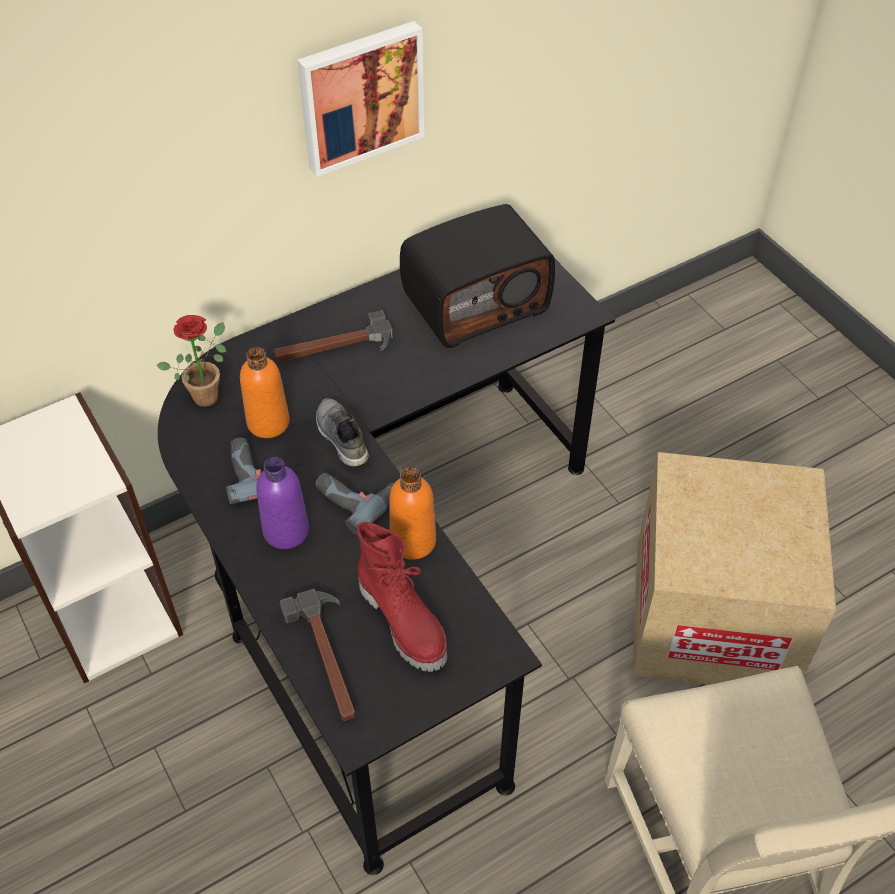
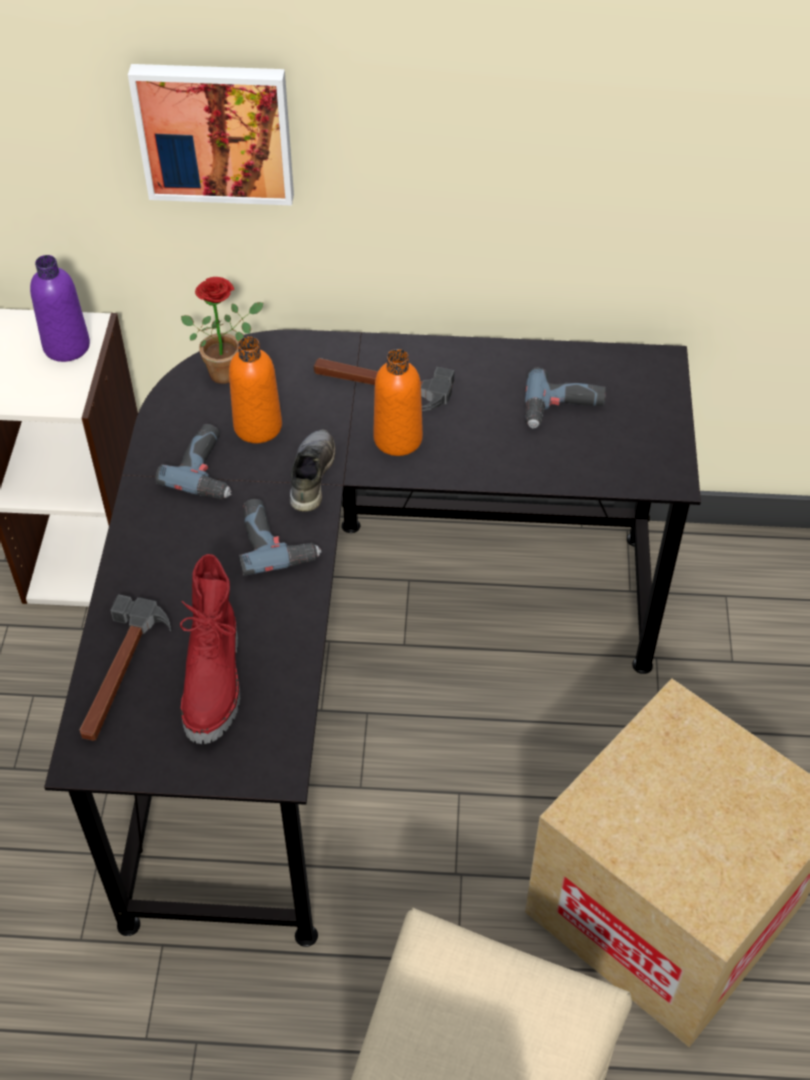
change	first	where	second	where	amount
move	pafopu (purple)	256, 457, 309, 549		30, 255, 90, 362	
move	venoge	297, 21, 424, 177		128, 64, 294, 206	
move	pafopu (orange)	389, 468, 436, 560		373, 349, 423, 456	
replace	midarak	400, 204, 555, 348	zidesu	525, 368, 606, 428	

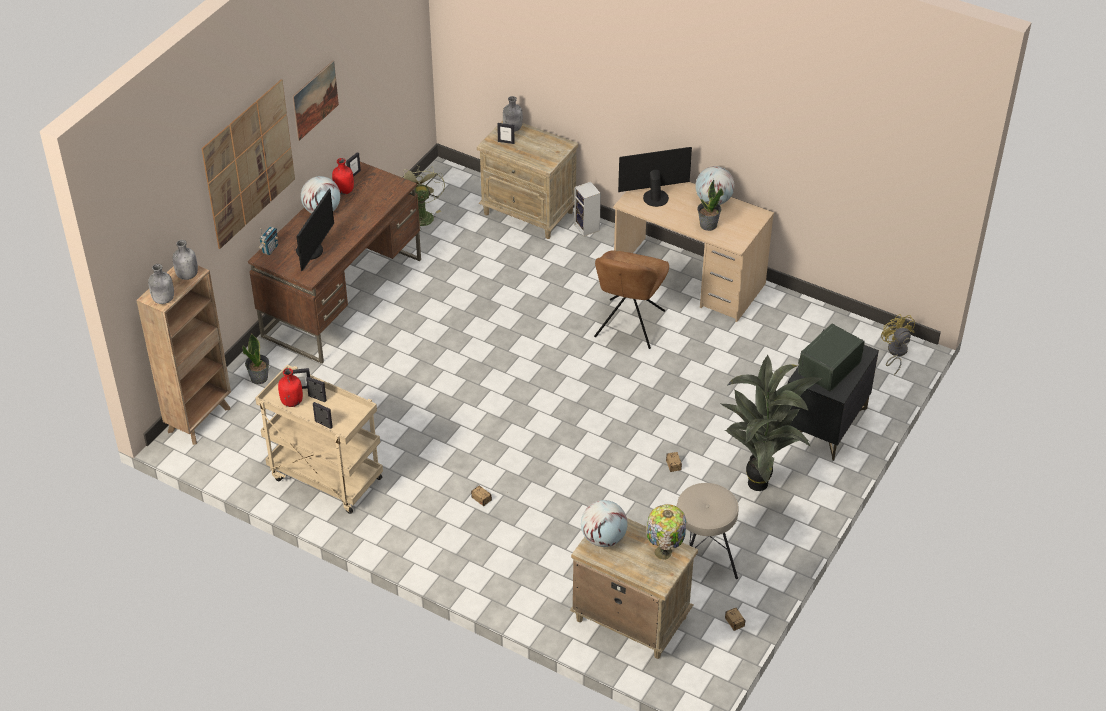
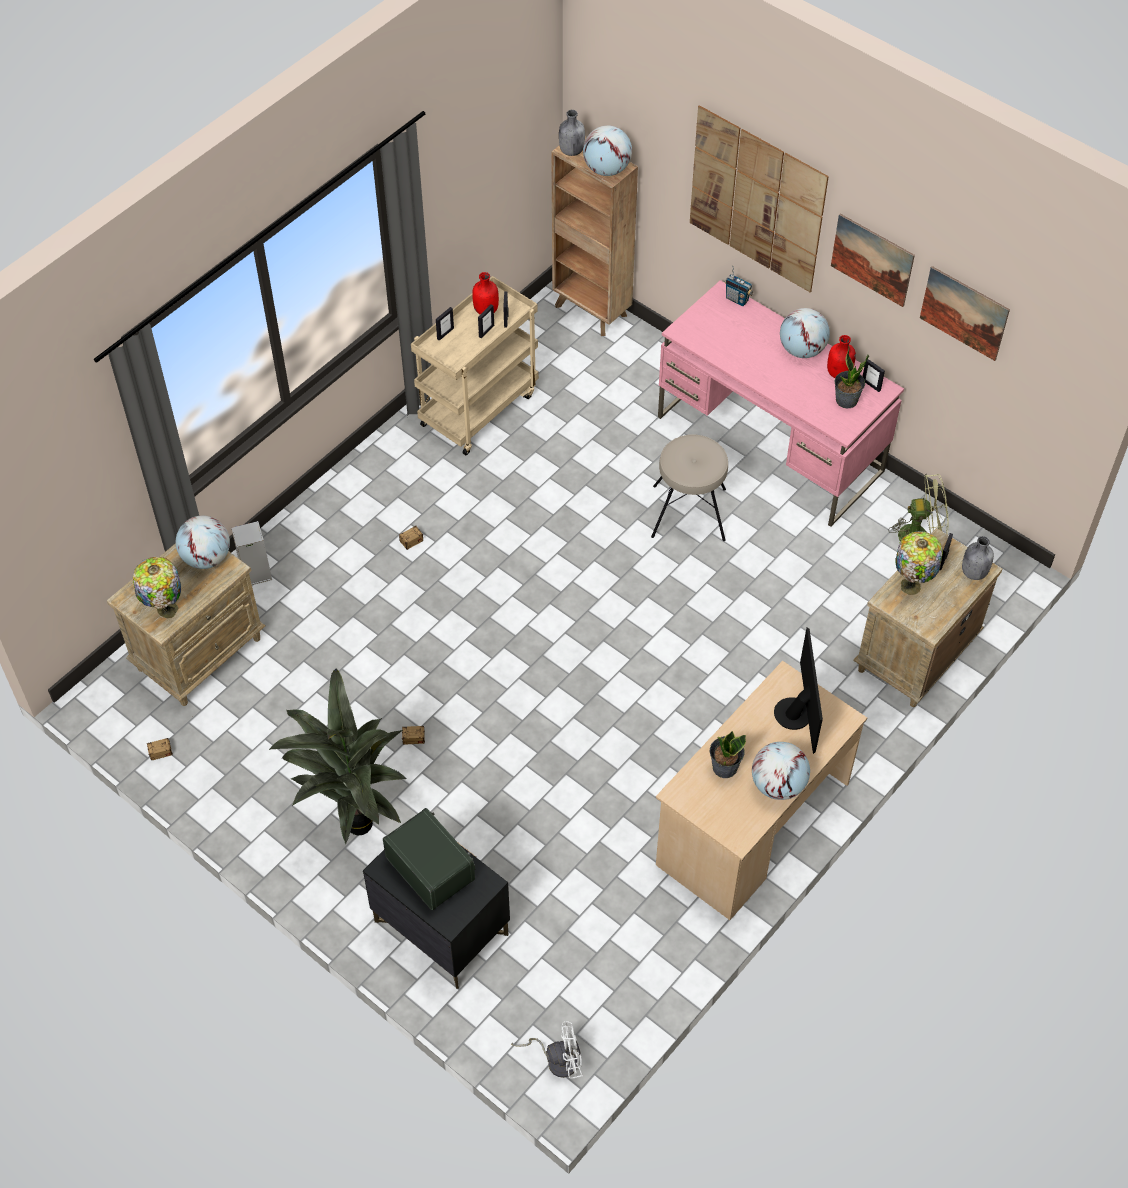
change	first	where	second	where	amount
replace	pafopu (grey)	173, 240, 198, 280	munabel	583, 125, 632, 176	
move	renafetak	242, 334, 269, 384		835, 347, 869, 408	
recolor	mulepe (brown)	248, 162, 421, 364	mulepe (pink)	658, 280, 904, 527	
delete	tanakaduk	296, 189, 334, 271			
move	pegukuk	574, 182, 601, 236		231, 521, 272, 585	
delete	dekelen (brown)	594, 250, 669, 349			
move	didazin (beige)	677, 483, 738, 579		651, 434, 728, 541	
recolor	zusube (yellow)	881, 314, 915, 375	zusube (white)	511, 1021, 583, 1079	
insert			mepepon	895, 531, 943, 595	
insert			venoge	920, 266, 1010, 361	

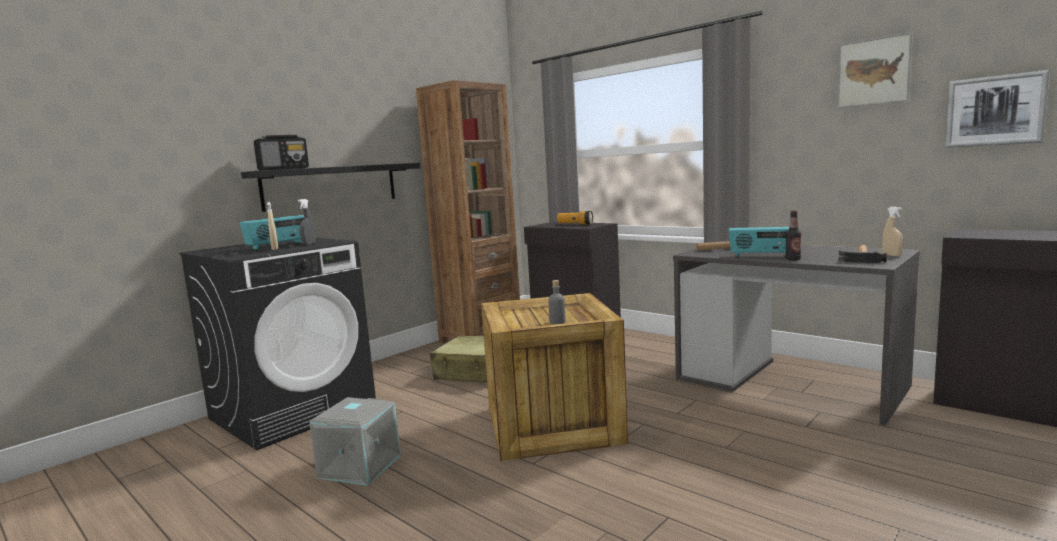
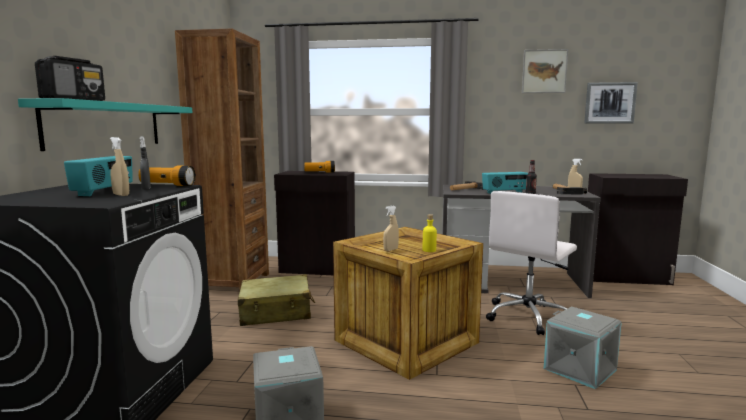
change	first	where	second	where	amount
recolor	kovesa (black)	241, 163, 421, 212	kovesa (turquoise)	18, 98, 192, 151	
recolor	pafopu (grey)	548, 280, 565, 324	pafopu (yellow)	423, 214, 437, 252	
insert			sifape	138, 166, 196, 186	
insert			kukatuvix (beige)	383, 206, 399, 251	
insert			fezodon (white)	486, 191, 577, 335	
insert			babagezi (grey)	544, 307, 622, 389	

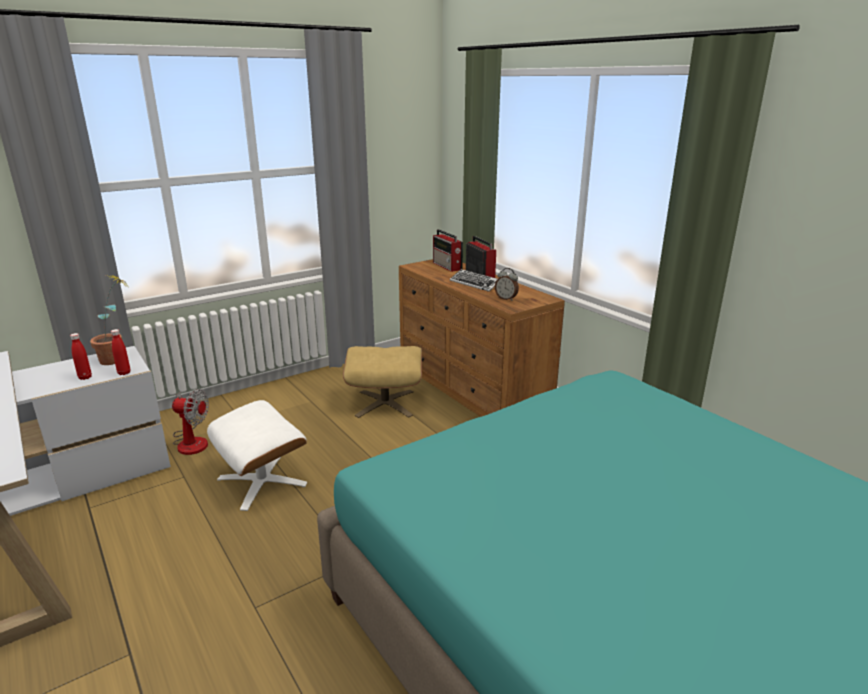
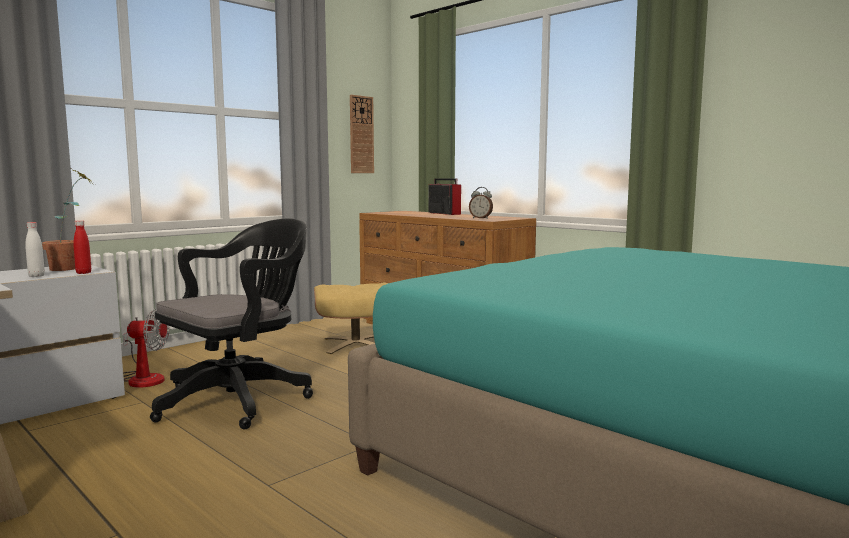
change	first	where	second	where	amount
recolor	pafopu (red)	70, 333, 92, 380	pafopu (white)	25, 222, 45, 277	
replace	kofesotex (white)	207, 400, 307, 511	fezodon (black)	150, 218, 313, 429	
delete	midarak	433, 229, 463, 272			
delete	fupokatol	450, 269, 497, 292			
insert			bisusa	350, 95, 374, 173	

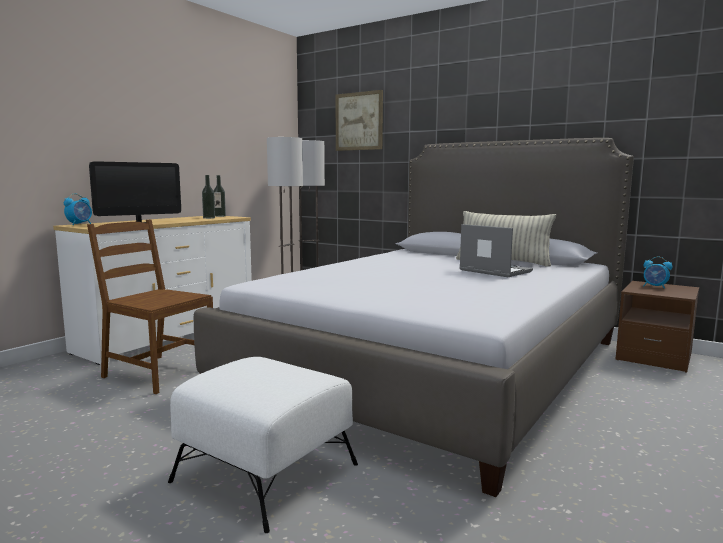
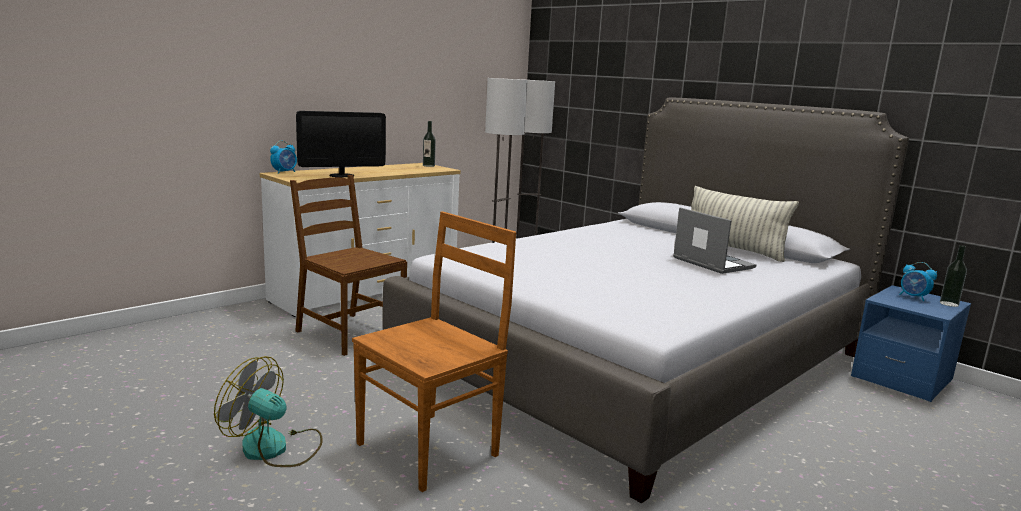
change	first	where	second	where	amount
replace	kofesotex (white)	168, 357, 358, 533	dekelen (brown)	352, 212, 516, 492	
move	pafopu	202, 175, 215, 219		940, 245, 967, 307	
delete	venoge	336, 90, 383, 151			
recolor	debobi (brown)	616, 281, 699, 372	debobi (blue)	851, 285, 971, 402	
insert			zusube	214, 356, 323, 467	

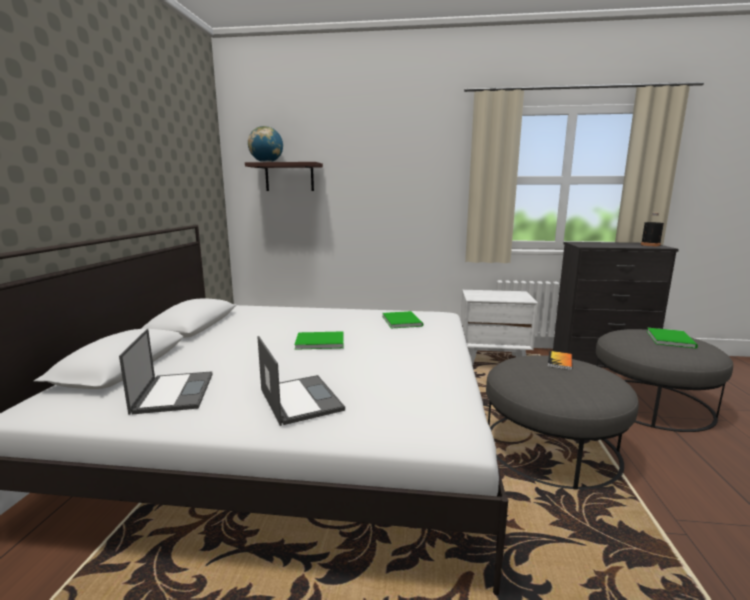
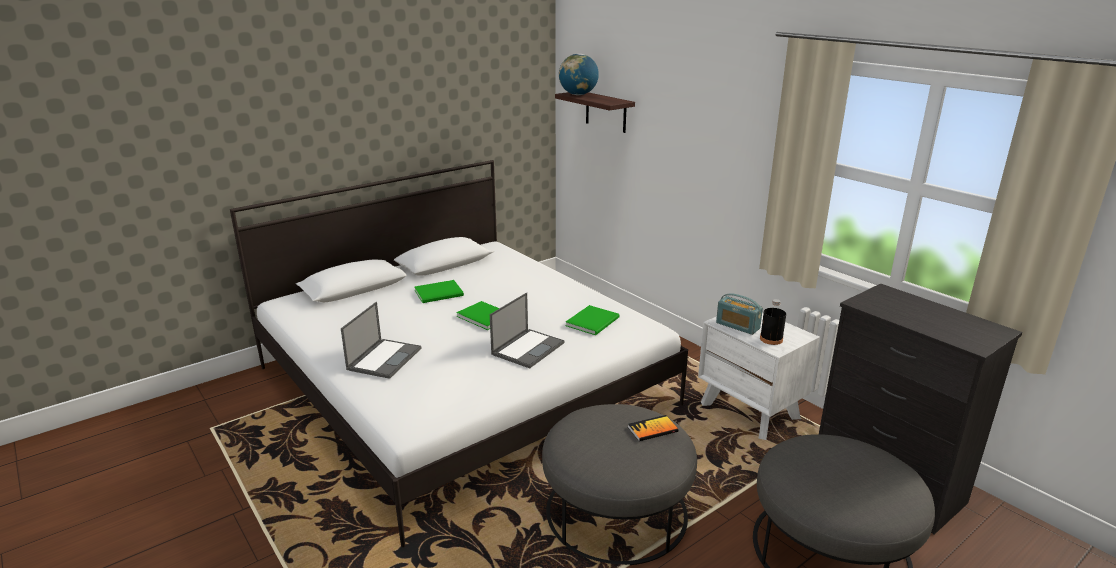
change	first	where	second	where	amount
move	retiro	119, 329, 213, 415		490, 292, 565, 368	
move	pafopu (black)	641, 213, 664, 246		760, 299, 786, 345	
move	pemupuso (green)	647, 327, 698, 348		415, 280, 464, 303	
insert			midarak	716, 293, 763, 335	

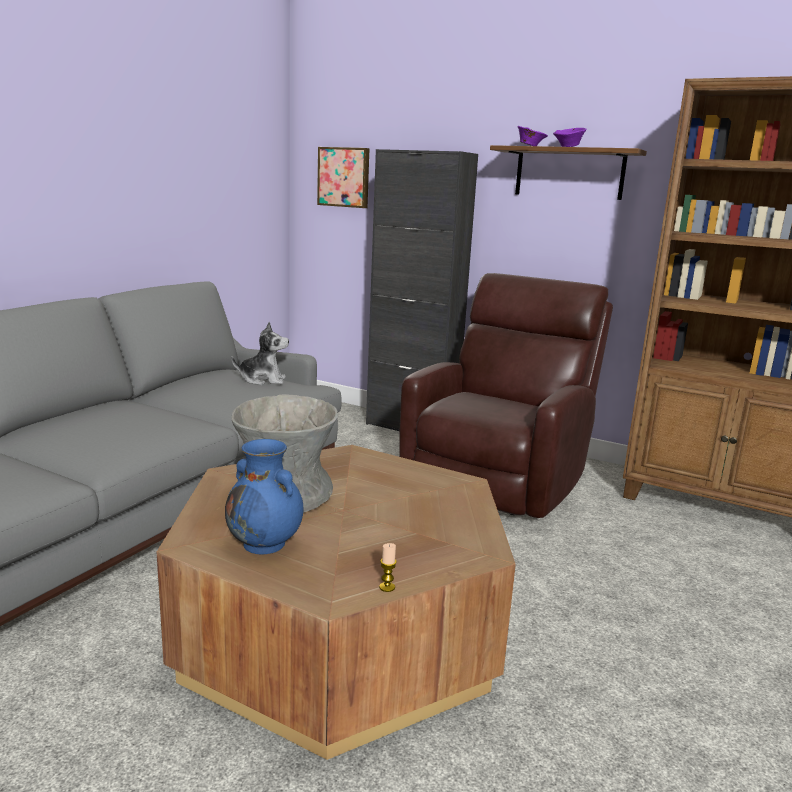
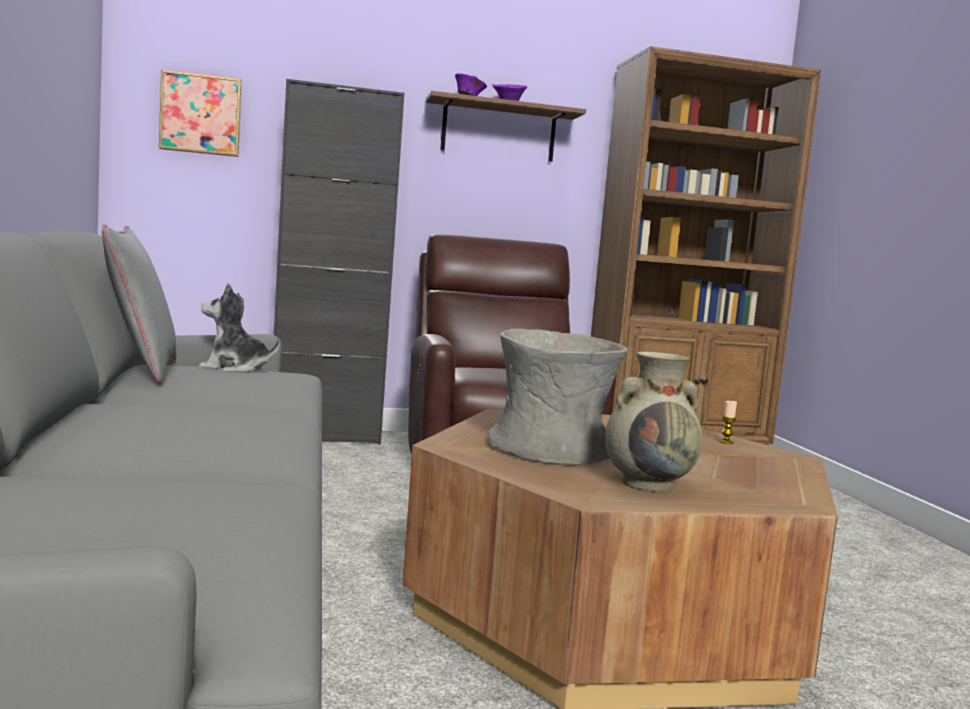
change	first	where	second	where	amount
recolor	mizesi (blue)	225, 439, 303, 554	mizesi (beige)	605, 351, 702, 492	
rotate	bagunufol	232, 322, 289, 385		198, 283, 280, 372	135 degrees counterclockwise
move	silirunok	379, 543, 397, 592		719, 401, 737, 444	
insert			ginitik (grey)	102, 224, 176, 384	

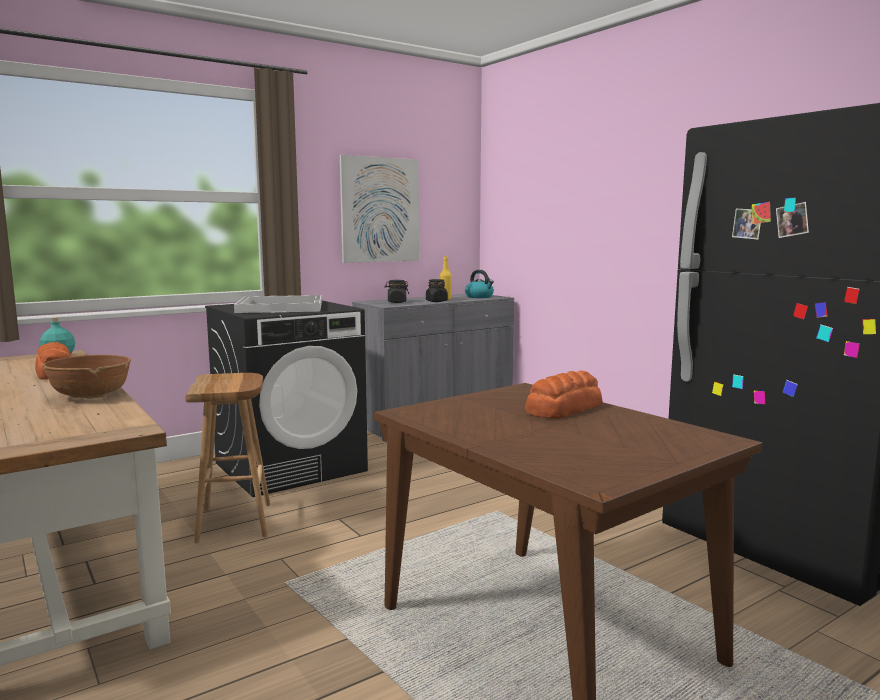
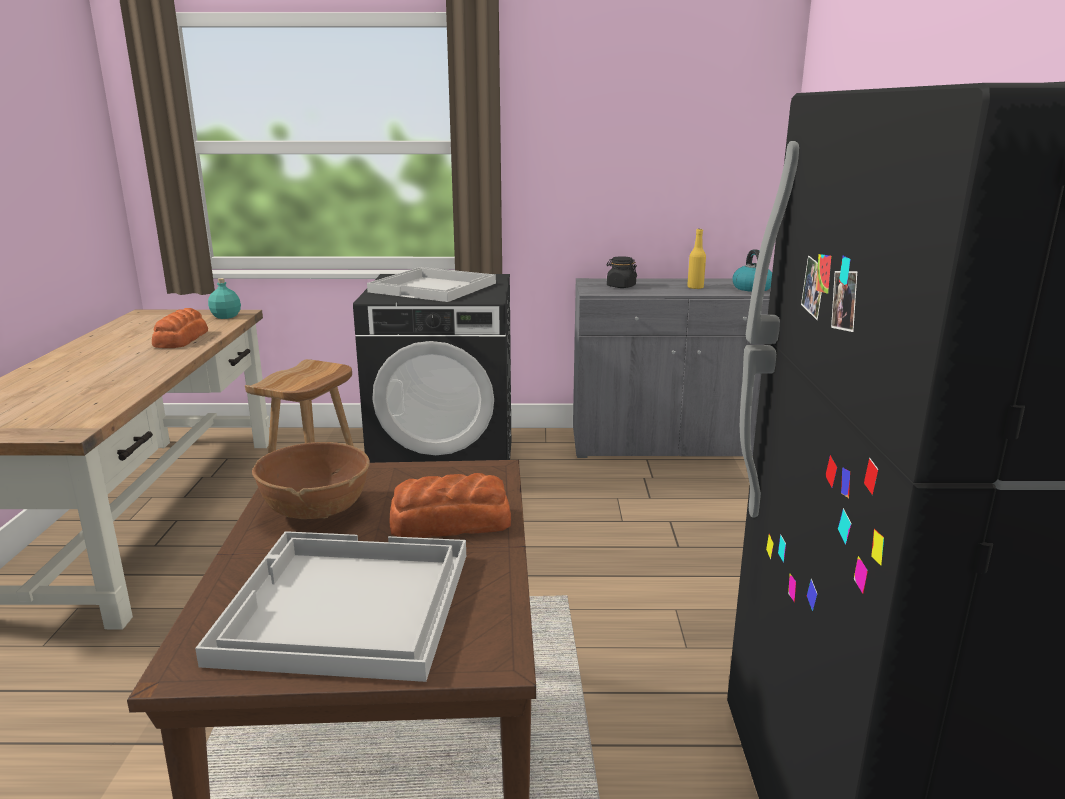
change	first	where	second	where	amount
move	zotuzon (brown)	42, 355, 131, 399		252, 442, 370, 519	
delete	venoge	340, 155, 419, 263			
delete	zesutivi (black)	426, 279, 448, 302			
insert			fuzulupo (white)	195, 531, 466, 682	

